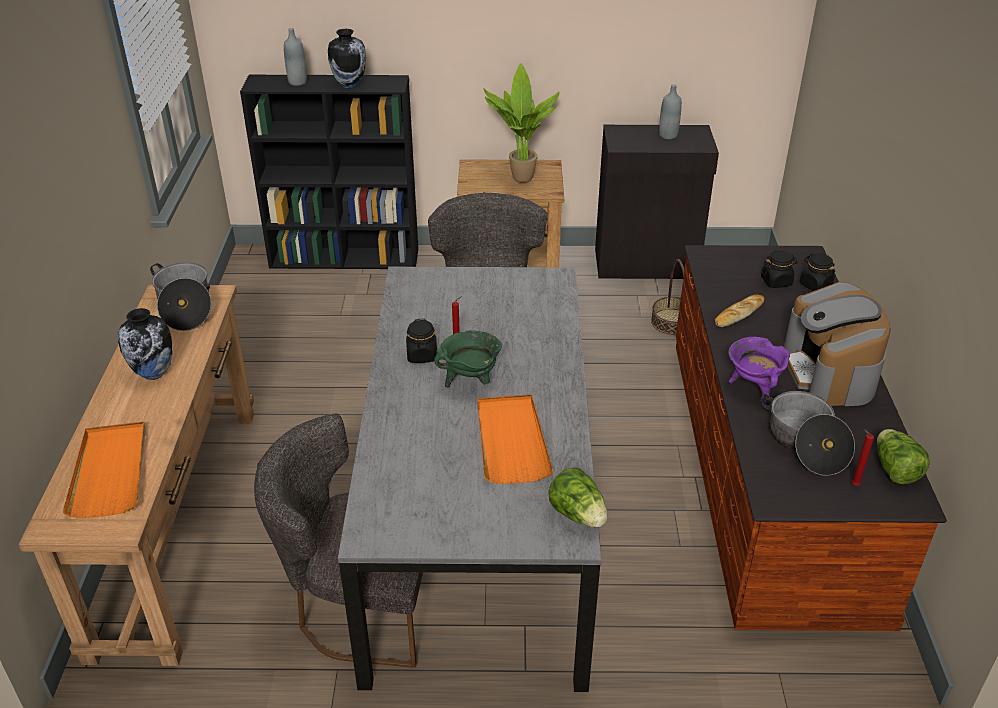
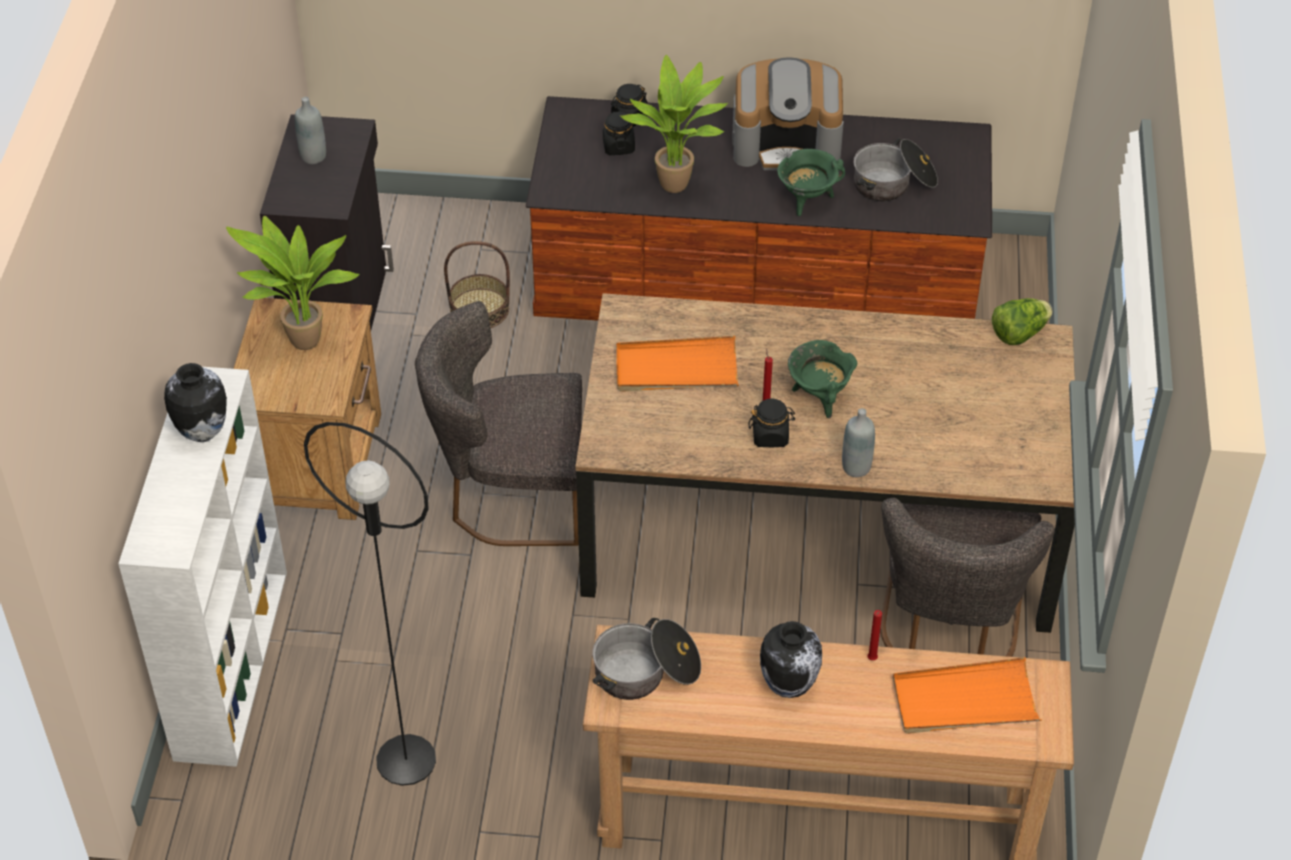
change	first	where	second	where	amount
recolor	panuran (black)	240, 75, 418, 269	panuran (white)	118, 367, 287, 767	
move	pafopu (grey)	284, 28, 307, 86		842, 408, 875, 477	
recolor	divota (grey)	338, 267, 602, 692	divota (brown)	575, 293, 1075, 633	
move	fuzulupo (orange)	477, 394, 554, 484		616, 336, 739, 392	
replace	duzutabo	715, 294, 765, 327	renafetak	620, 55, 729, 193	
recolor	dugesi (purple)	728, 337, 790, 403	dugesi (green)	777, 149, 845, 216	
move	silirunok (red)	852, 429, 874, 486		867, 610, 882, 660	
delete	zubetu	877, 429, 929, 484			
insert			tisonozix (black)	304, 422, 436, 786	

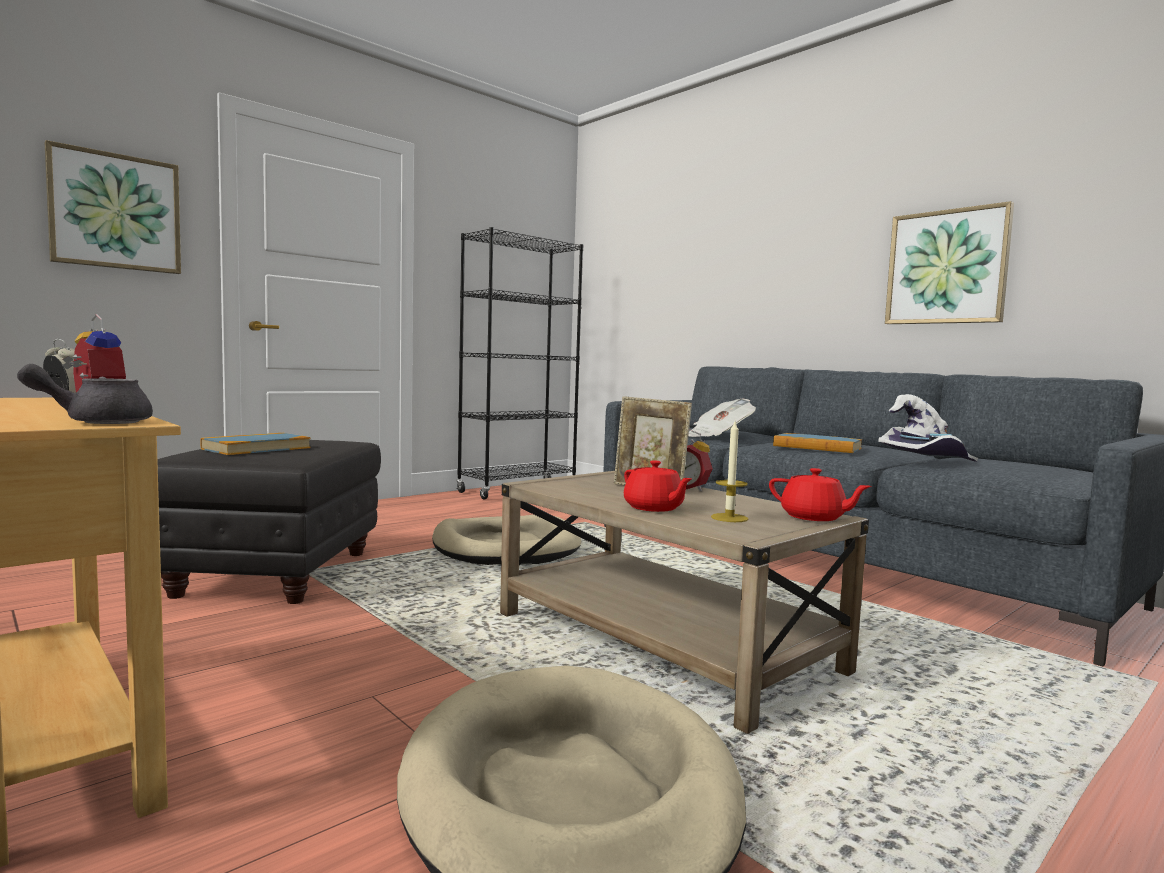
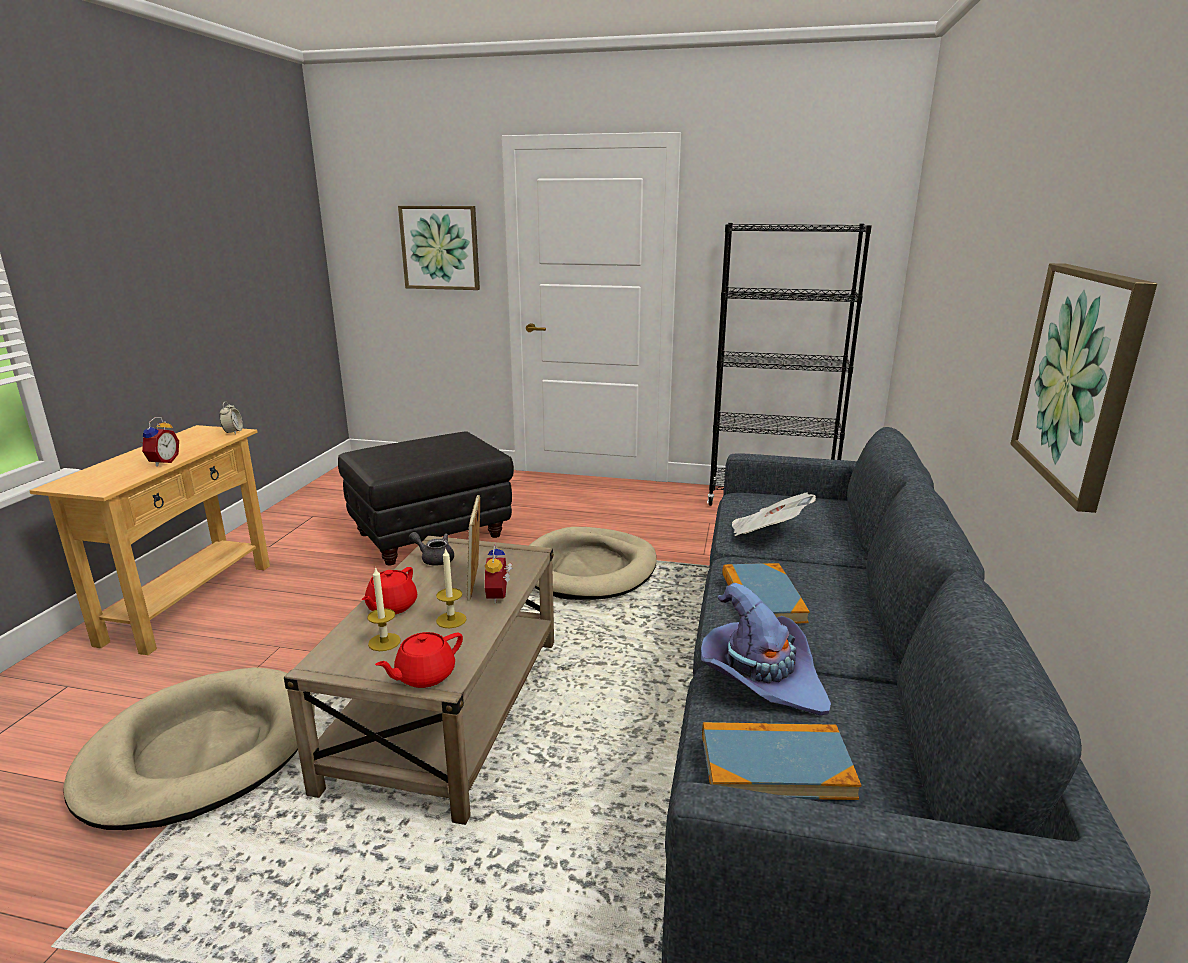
change	first	where	second	where	amount
move	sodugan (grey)	17, 364, 153, 424		409, 532, 454, 565	
move	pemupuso	200, 433, 310, 455		702, 722, 861, 800	
rotate	sodugan (red)	769, 468, 872, 521		375, 632, 463, 688	45 degrees clockwise
recolor	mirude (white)	878, 394, 978, 462	mirude (purple)	701, 583, 831, 715	
insert			silirunok	436, 547, 466, 628	

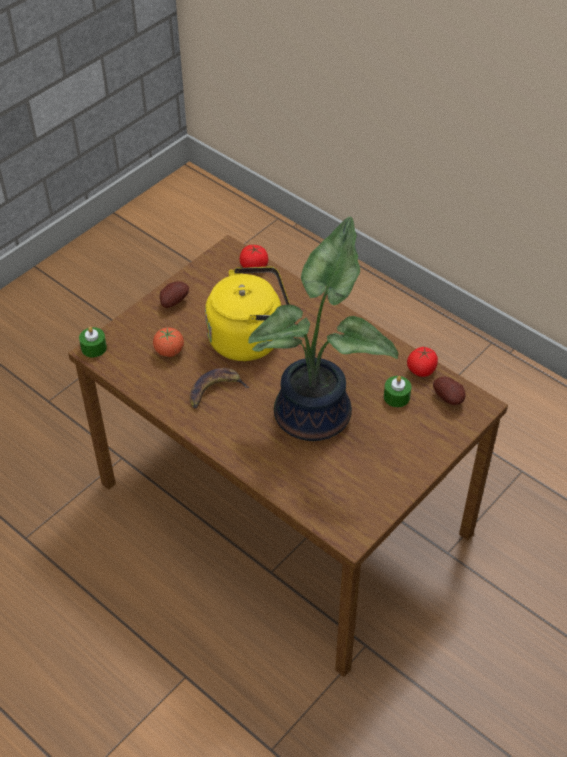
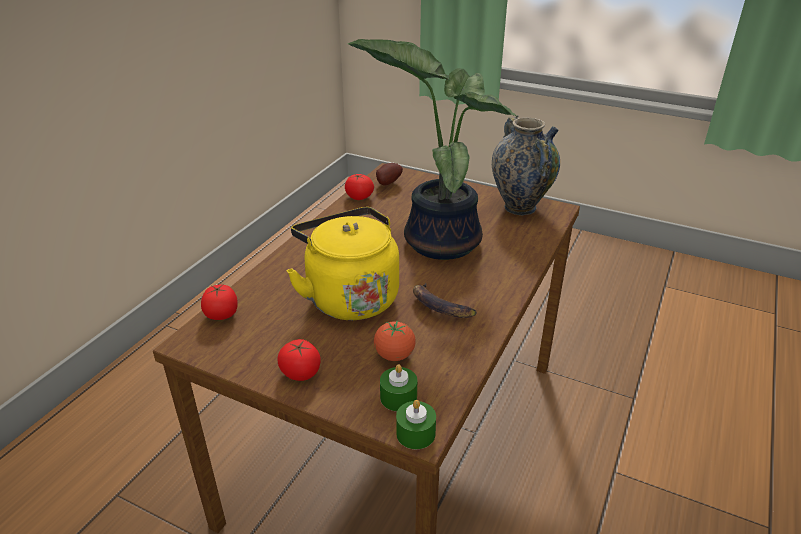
change	first	where	second	where	amount
replace	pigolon	160, 282, 189, 308	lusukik	277, 339, 321, 381	
move	silirunok (green)	384, 376, 411, 407		380, 364, 417, 411	
insert			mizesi	492, 116, 560, 215	

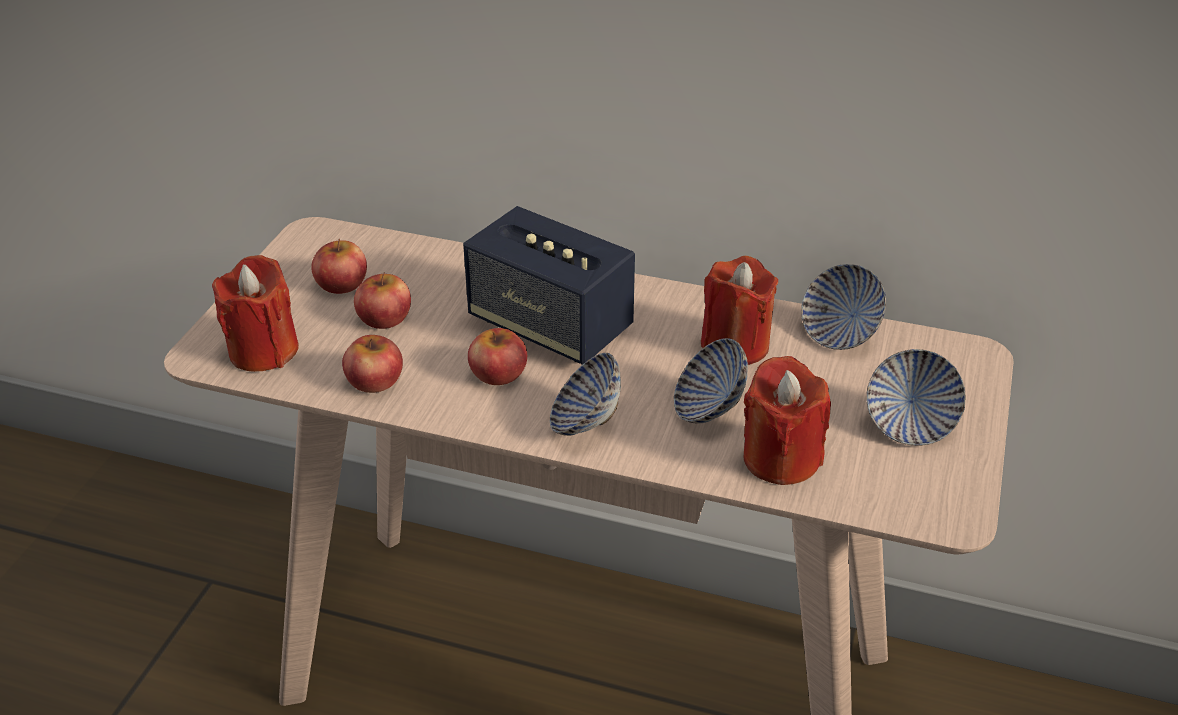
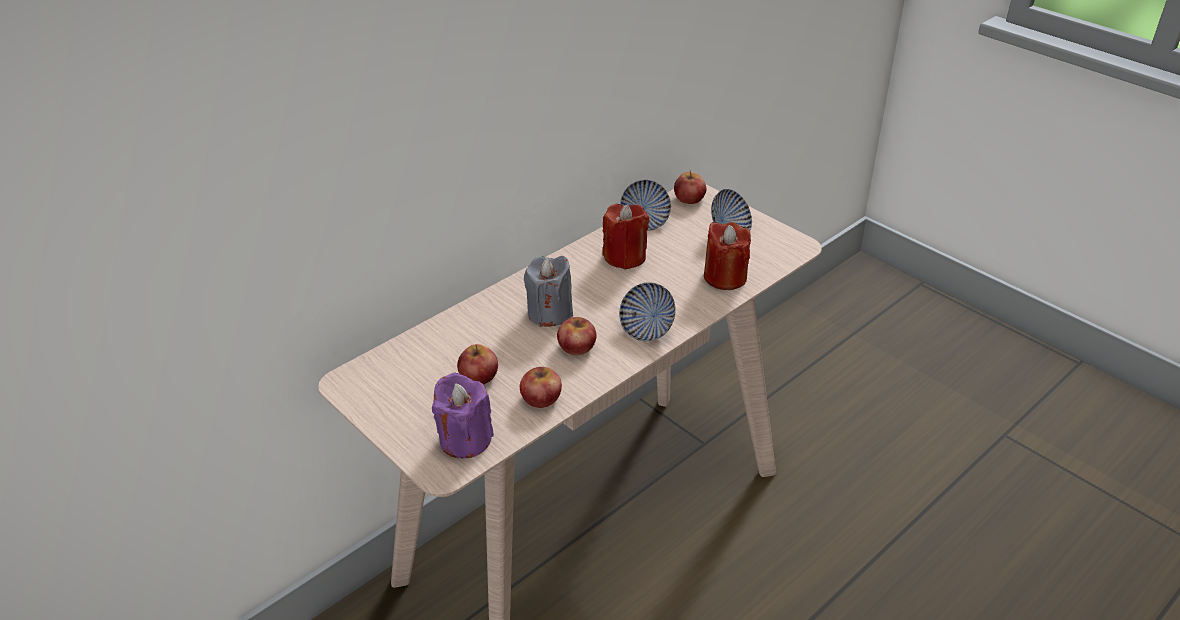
change	first	where	second	where	amount
recolor	silirunok (red)	212, 255, 299, 372	silirunok (purple)	432, 372, 494, 458	
move	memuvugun	311, 238, 367, 294		674, 170, 706, 204	
replace	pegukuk	463, 206, 635, 365	silirunok (grey)	524, 256, 573, 327	
delete	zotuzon	674, 338, 748, 423			

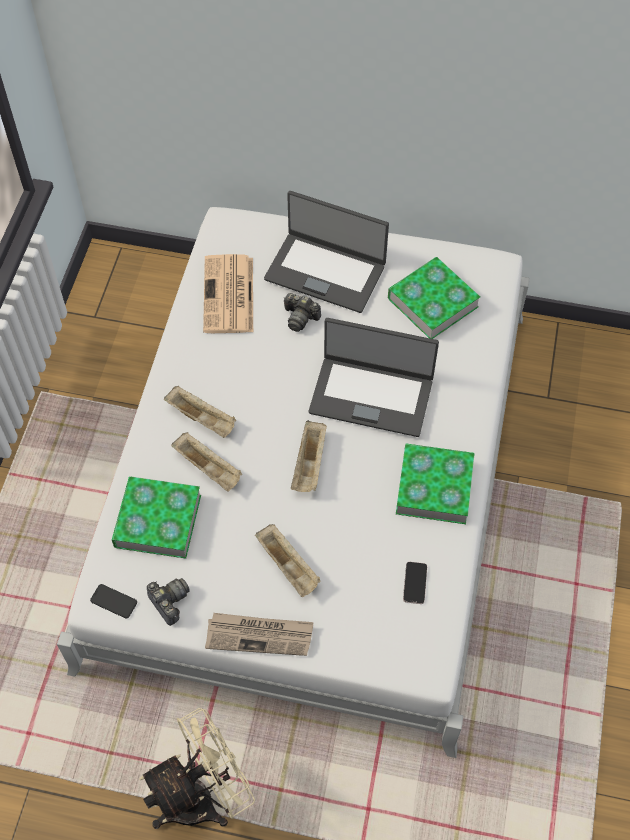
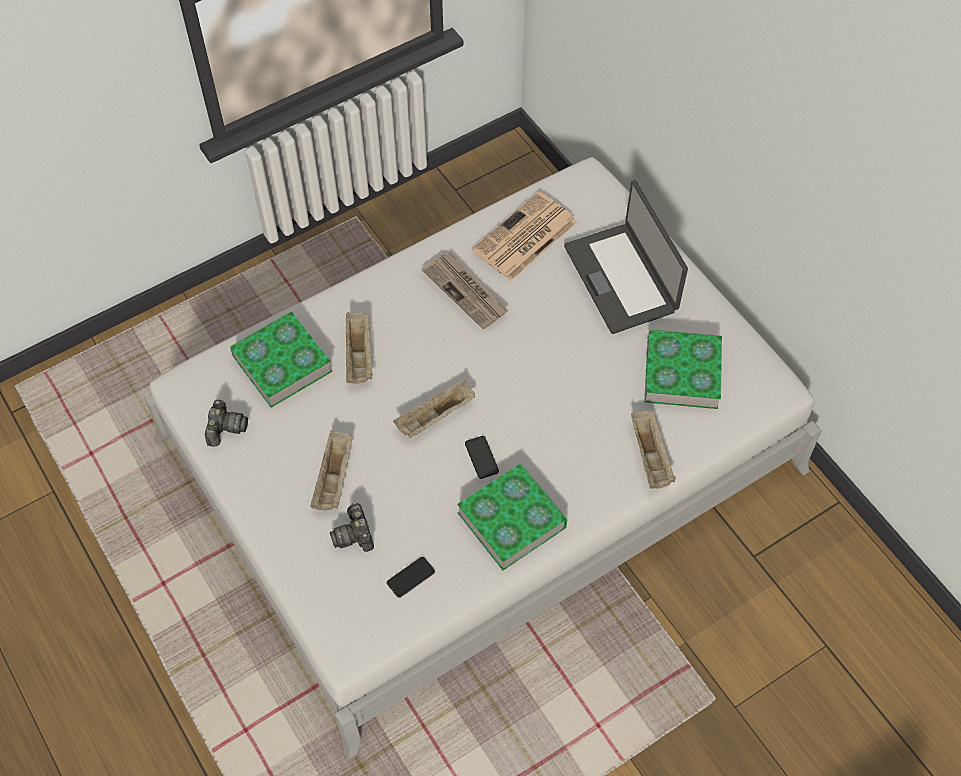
change	first	where	second	where	amount
move	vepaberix	90, 584, 137, 619		465, 436, 499, 479	
delete	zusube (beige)	139, 708, 255, 829			
move	fuzulupo (beige)	164, 386, 236, 438		631, 410, 676, 489	
move	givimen	205, 613, 314, 656		422, 253, 509, 329	
move	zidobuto	284, 293, 321, 332		330, 503, 374, 552	
delete	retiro	309, 318, 439, 437			

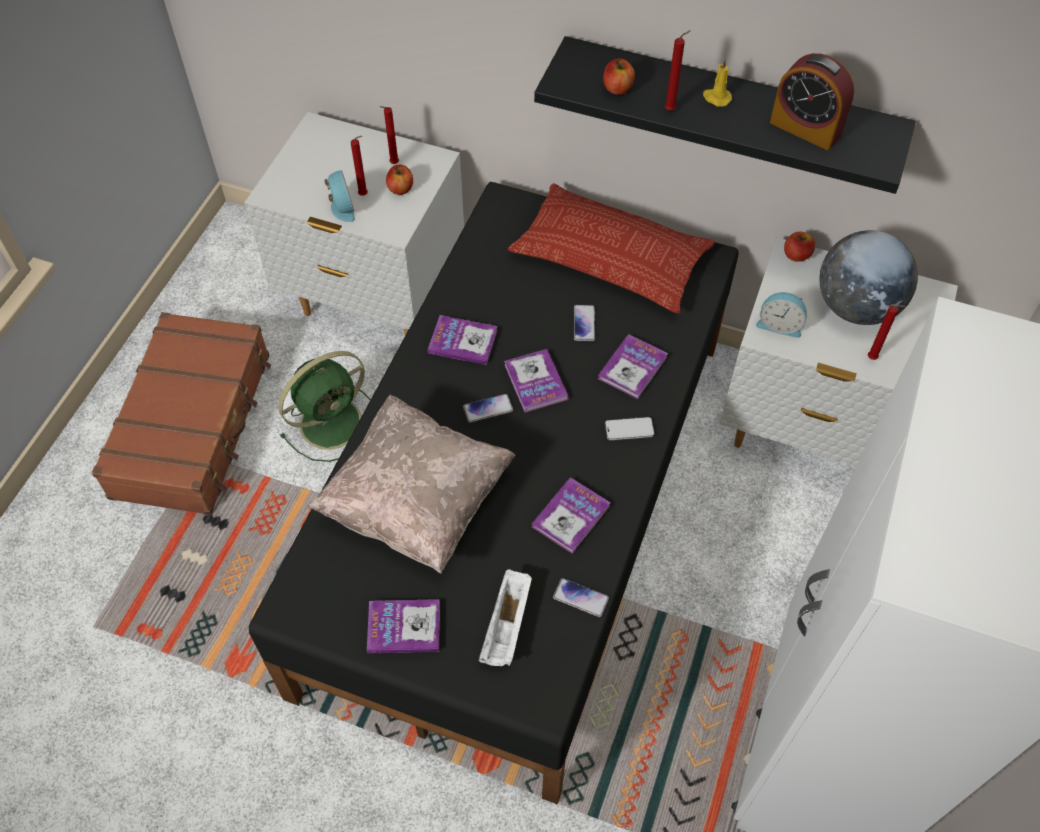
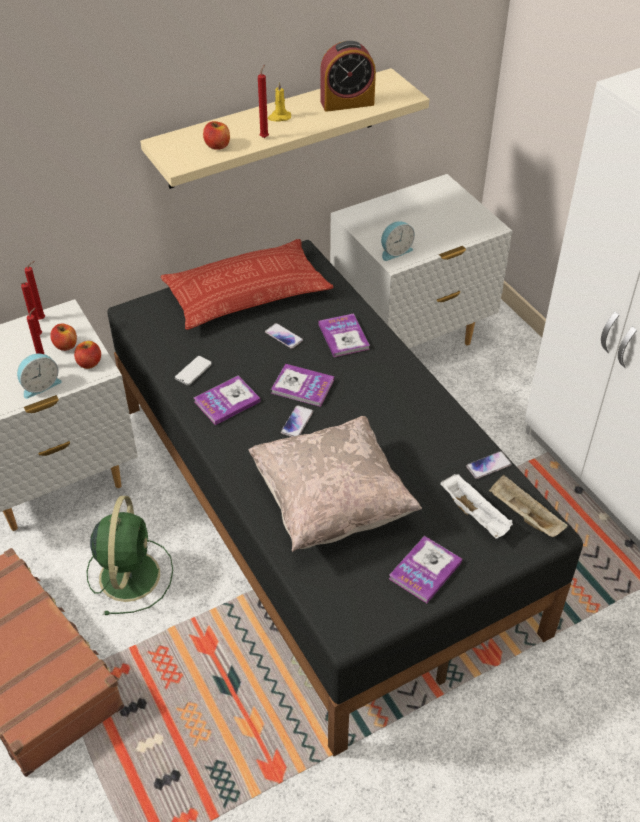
change	first	where	second	where	amount
rotate	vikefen	325, 170, 355, 222		17, 354, 62, 399	120 degrees clockwise
delete	pemupuso	531, 477, 611, 554			
recolor	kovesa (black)	534, 36, 916, 194	kovesa (beige)	140, 68, 429, 189	
move	vepaberix	605, 417, 654, 440		175, 356, 212, 385	
move	memuvugun	784, 232, 815, 262		74, 341, 101, 369	
delete	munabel	819, 230, 918, 325			
move	silirunok (red)	868, 305, 906, 360		24, 261, 45, 319	
insert			fuzulupo (beige)	489, 475, 568, 537	

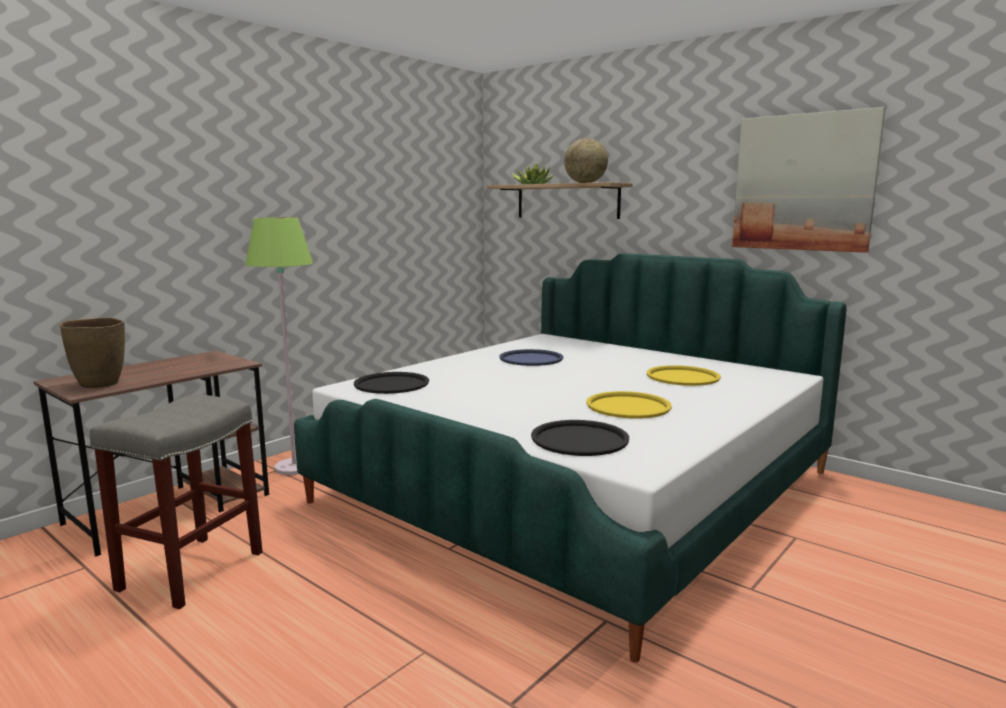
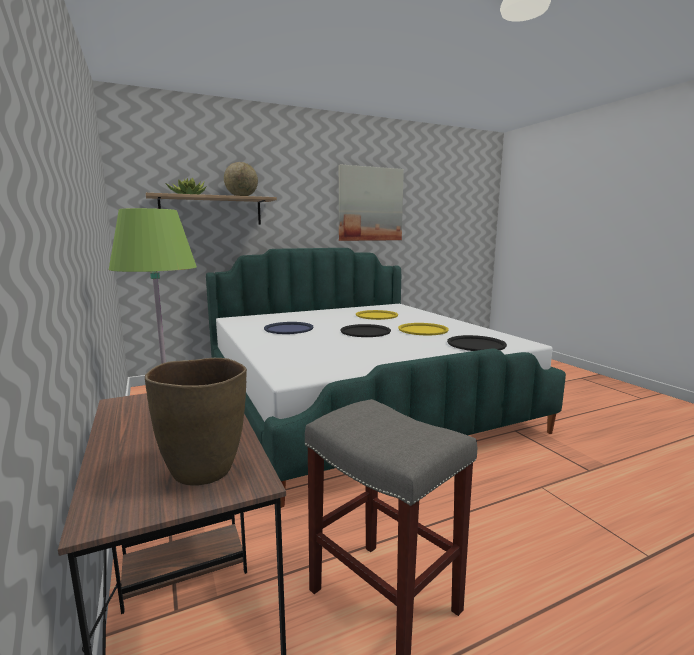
change	first	where	second	where	amount
move	fuzulupo (black)	354, 372, 429, 394		340, 324, 391, 337	

